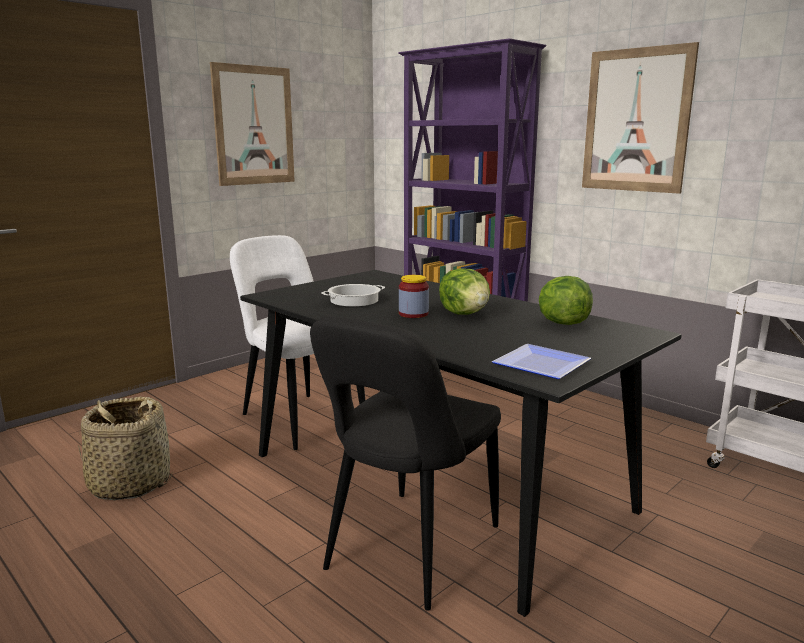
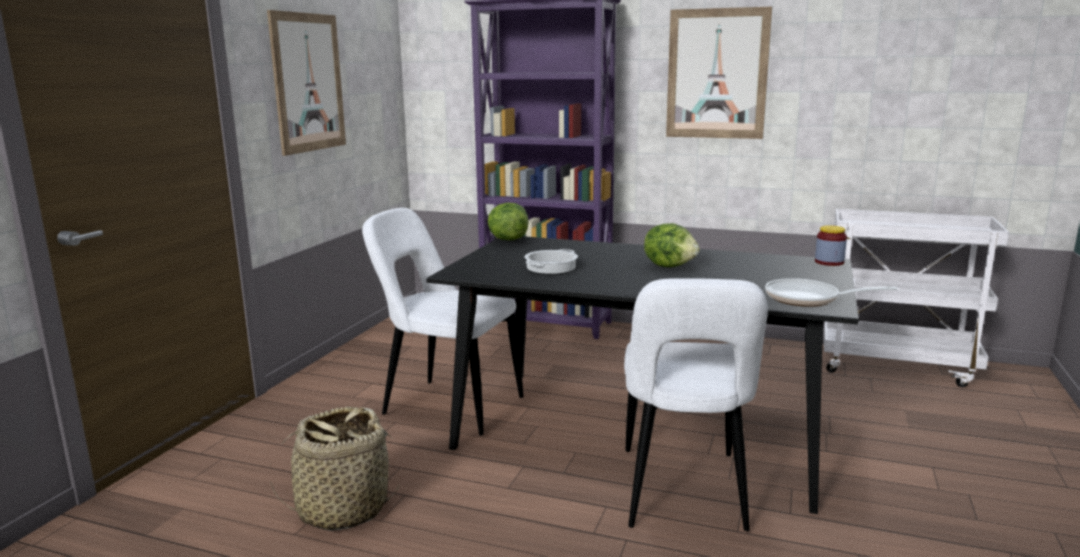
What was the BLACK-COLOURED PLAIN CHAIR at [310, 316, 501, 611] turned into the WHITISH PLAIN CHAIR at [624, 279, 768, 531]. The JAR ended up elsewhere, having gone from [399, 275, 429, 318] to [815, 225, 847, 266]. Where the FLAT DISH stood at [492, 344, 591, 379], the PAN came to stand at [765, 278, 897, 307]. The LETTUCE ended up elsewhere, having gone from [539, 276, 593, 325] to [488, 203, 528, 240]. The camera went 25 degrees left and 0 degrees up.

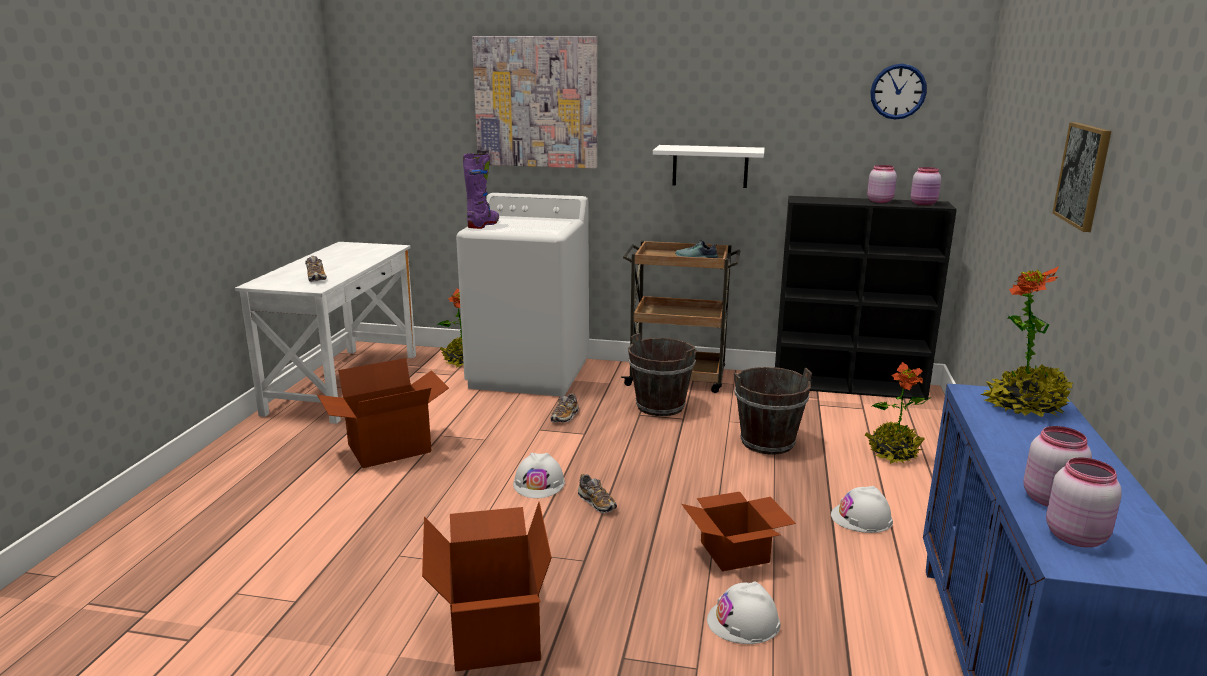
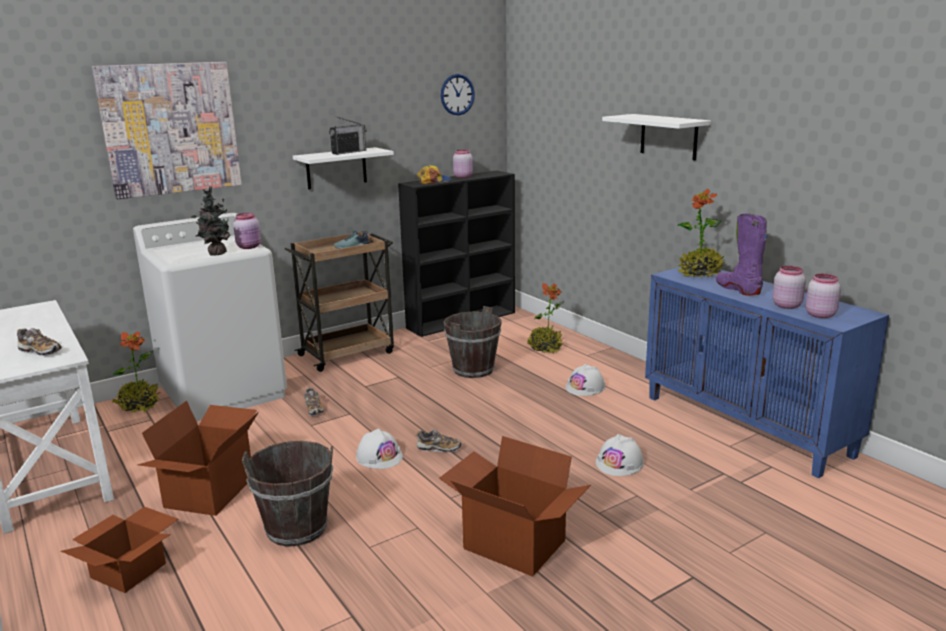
The PURPLISH TALL BOOT ended up elsewhere, having gone from [463, 153, 499, 229] to [716, 213, 768, 296]. The BROWNISH WATER BUCKET ended up elsewhere, having gone from [628, 333, 697, 416] to [242, 441, 333, 547]. The CARDBOARD BOX ended up elsewhere, having gone from [682, 492, 796, 571] to [61, 507, 178, 593]. The PINKISH JAR ended up elsewhere, having gone from [911, 167, 941, 205] to [233, 213, 261, 249]. Where the WALL PICTURE hung at [1052, 122, 1111, 232], the WHITISH BRACKET SHELF came to hang at [602, 114, 711, 160]. The second view gained the HOUSEPLANT at [190, 186, 233, 256]. The second view gained the RADIO SET at [329, 116, 367, 155]. The second view gained the PEAKED CAP at [417, 165, 451, 184]. The camera went 45 degrees left and 0 degrees up.

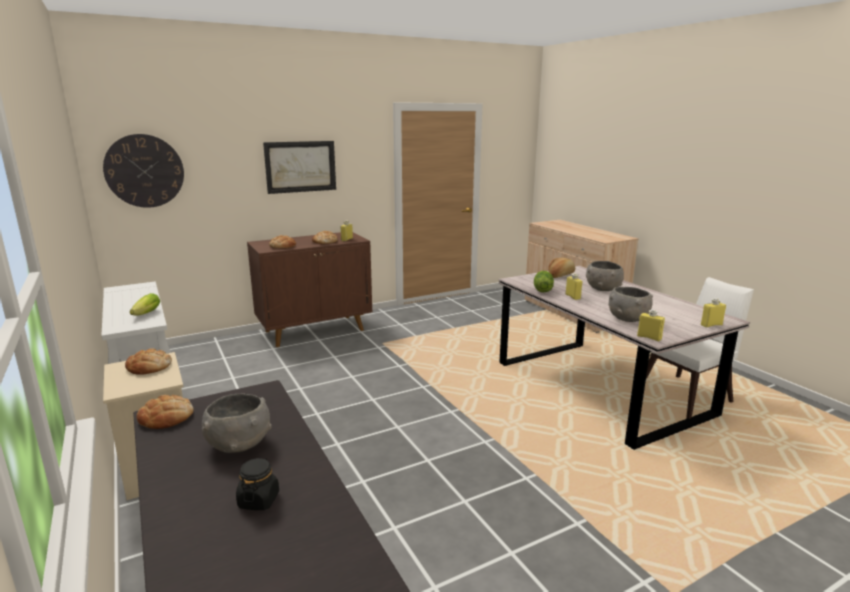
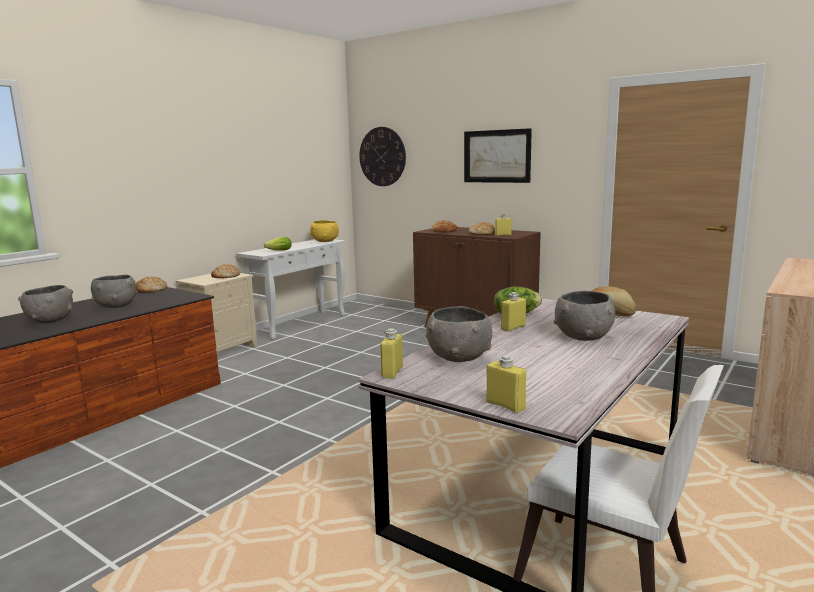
Where the BLACK-COLOURED JAR stood at [236, 458, 279, 510], the GRAY SERVING BOWL came to stand at [18, 285, 73, 323]. The second view gained the YELLOW SERVING BOWL at [310, 220, 339, 242]. The camera went 65 degrees right and 5 degrees down.

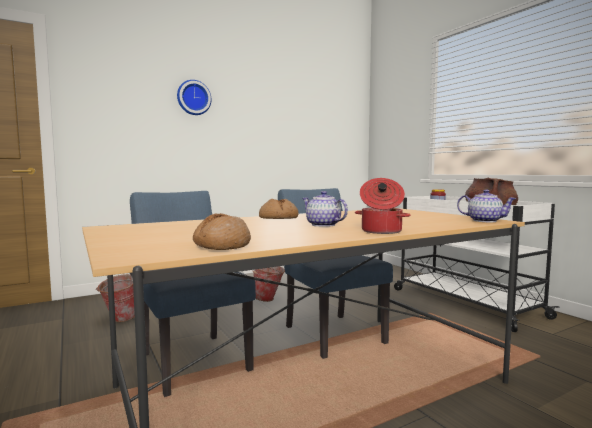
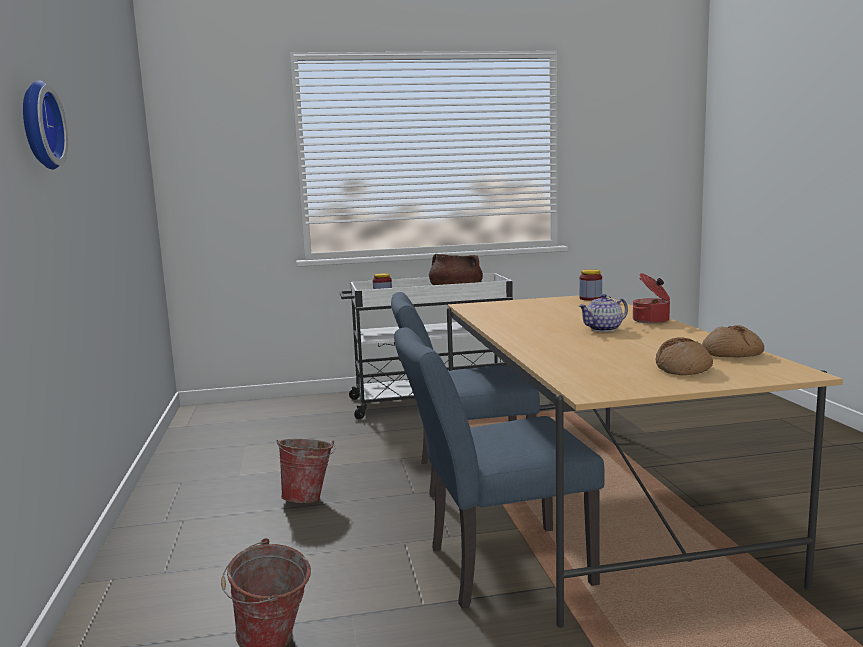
The BREAD ended up elsewhere, having gone from [259, 199, 299, 219] to [656, 338, 713, 375]. Where the TEA POT stood at [457, 189, 517, 222], the JAR came to stand at [579, 269, 602, 300]. The camera went 70 degrees left and 5 degrees up.

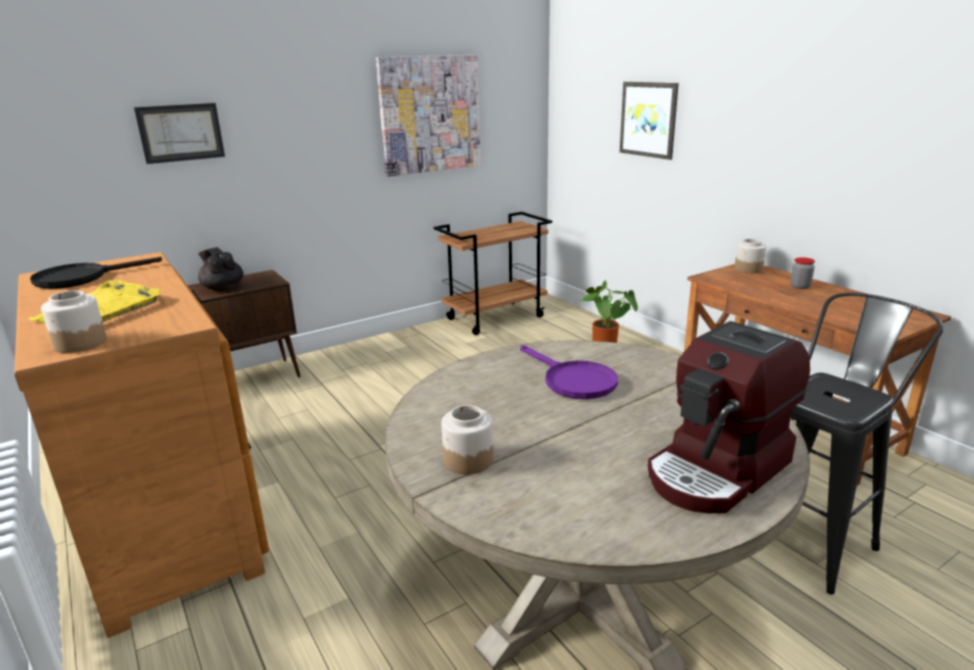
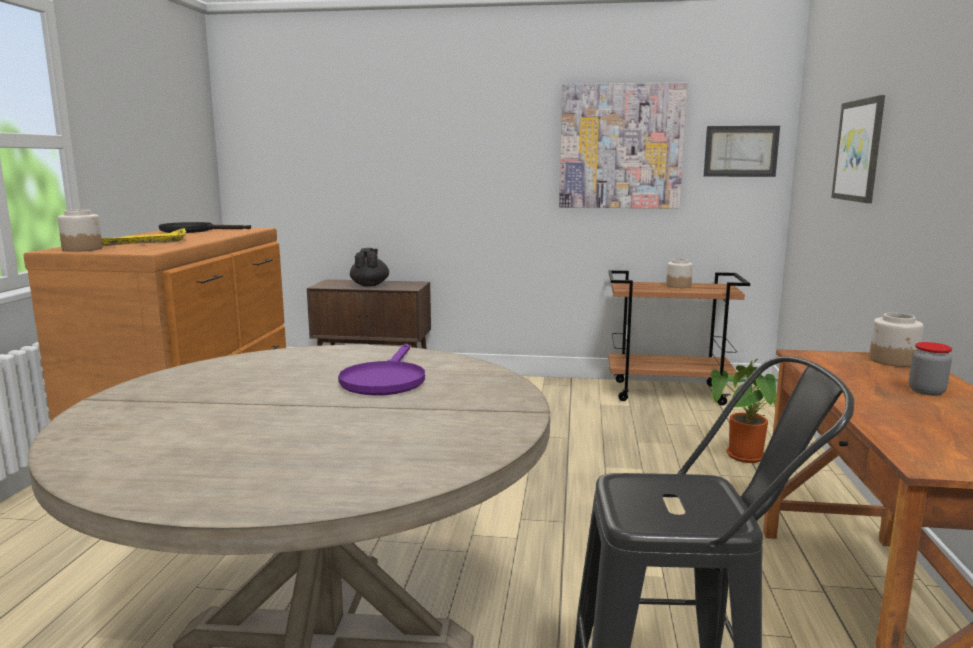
The WALL PICTURE ended up elsewhere, having gone from [134, 103, 225, 164] to [704, 126, 780, 177]. The JAR ended up elsewhere, having gone from [441, 405, 493, 474] to [666, 259, 693, 288]. The second view lost the COFFEE MAKER at [648, 321, 810, 513]. The camera went 40 degrees right and 10 degrees down.

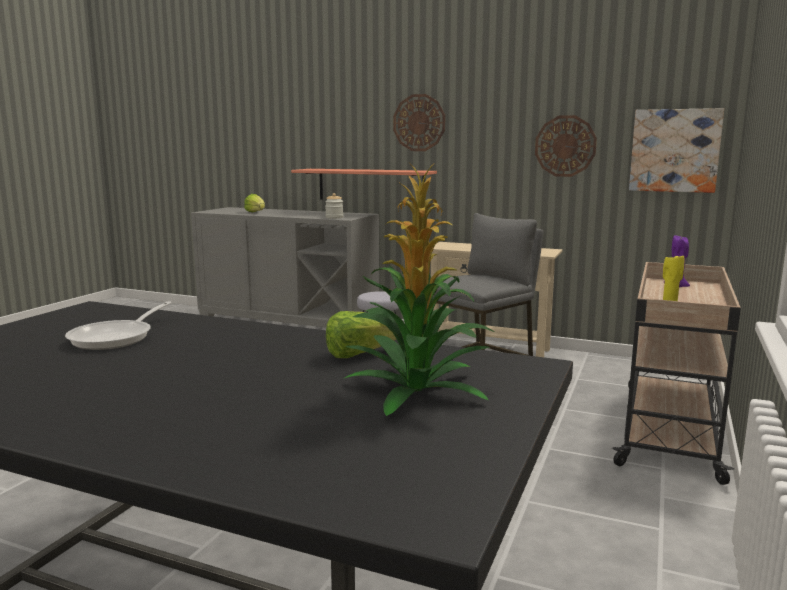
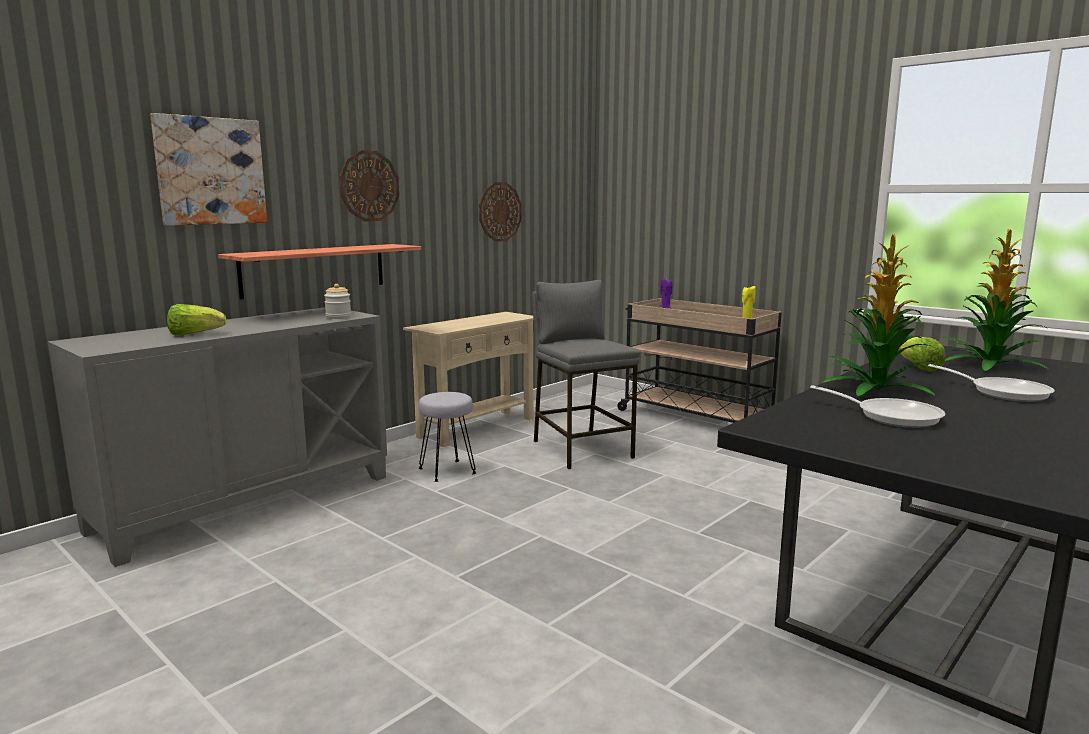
The WALL PICTURE ended up elsewhere, having gone from [629, 108, 724, 193] to [150, 113, 267, 226]. The second view gained the HOUSEPLANT at [822, 233, 938, 396]. The second view gained the PAN at [928, 364, 1055, 402]. The camera went 70 degrees left and 0 degrees up.

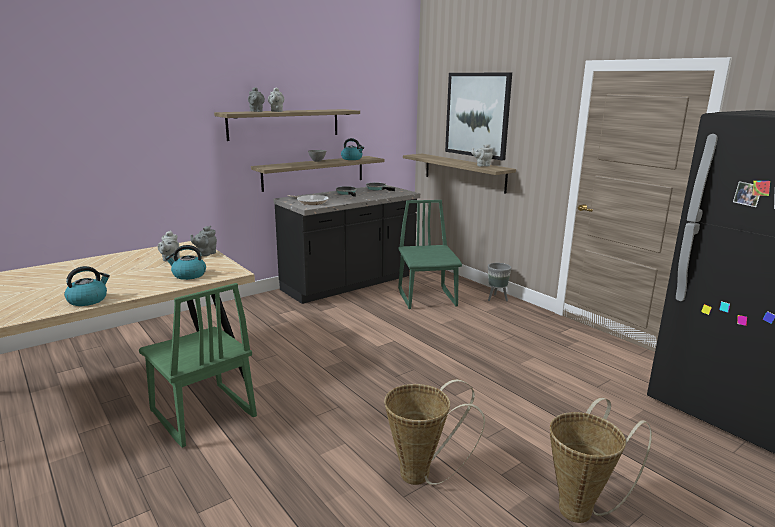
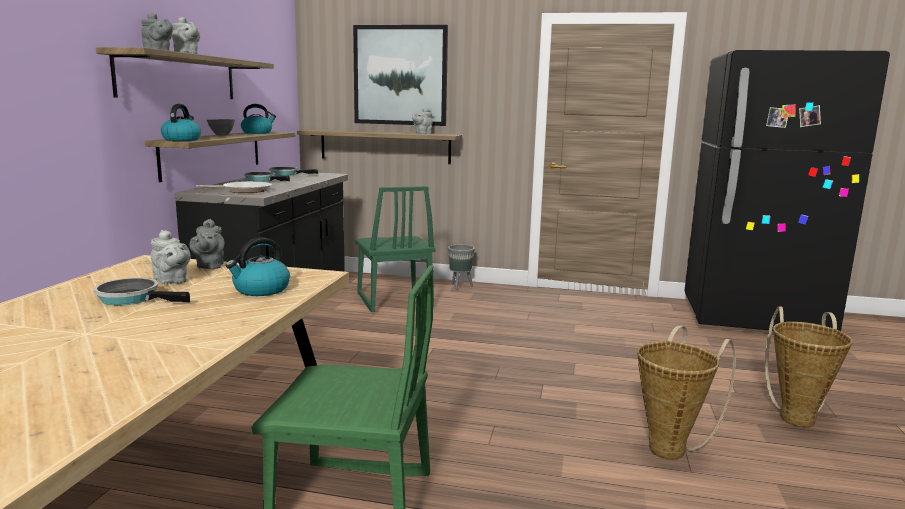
The WATER KETTLE ended up elsewhere, having gone from [64, 266, 110, 306] to [161, 104, 201, 141]. The GREEN PLAIN CHAIR at [398, 200, 462, 309] ended up facing another way, 150 degrees counterclockwise from before. The second view gained the PAN at [93, 278, 190, 305]. The camera went 40 degrees left and 5 degrees down.

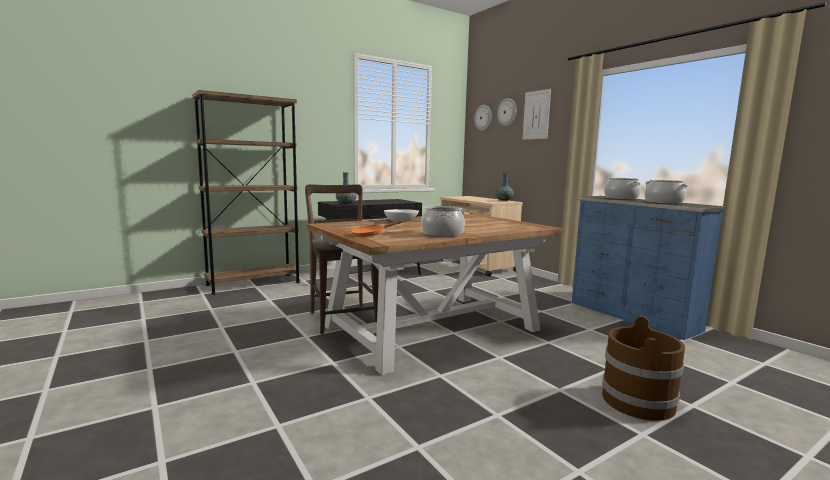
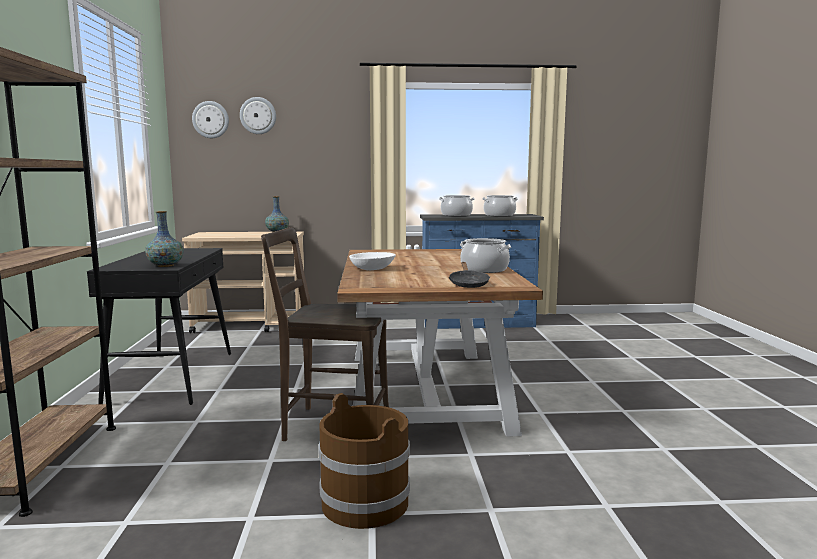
What was the ORANGEY PAN at [351, 220, 402, 237] turned into the BLACK-COLOURED PAN at [449, 262, 490, 288]. The second view lost the WALL PICTURE at [522, 89, 551, 140]. The BROWNISH WATER BUCKET ended up elsewhere, having gone from [602, 316, 685, 421] to [318, 393, 410, 529]. The camera went 60 degrees left and 0 degrees up.

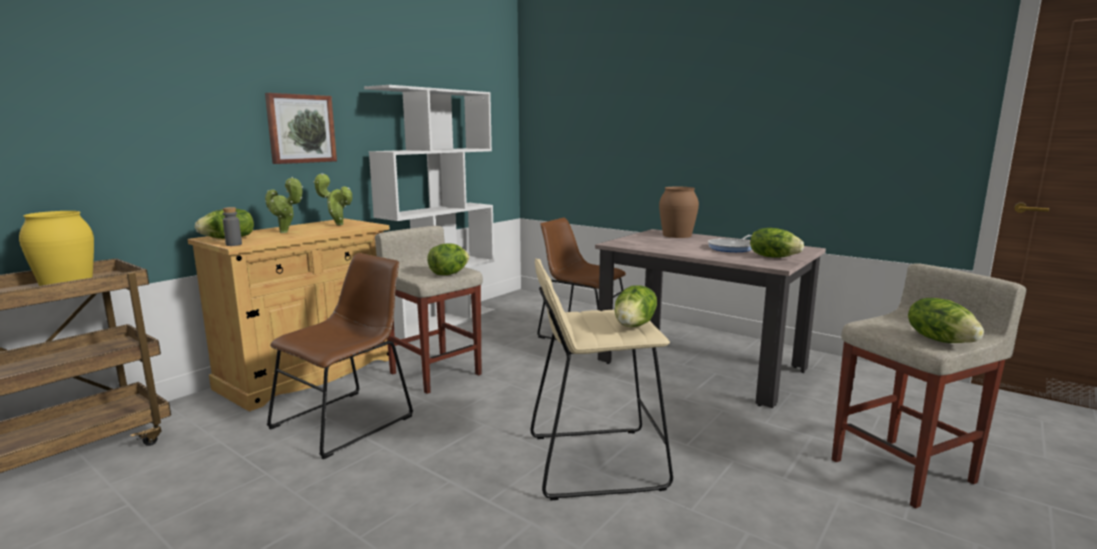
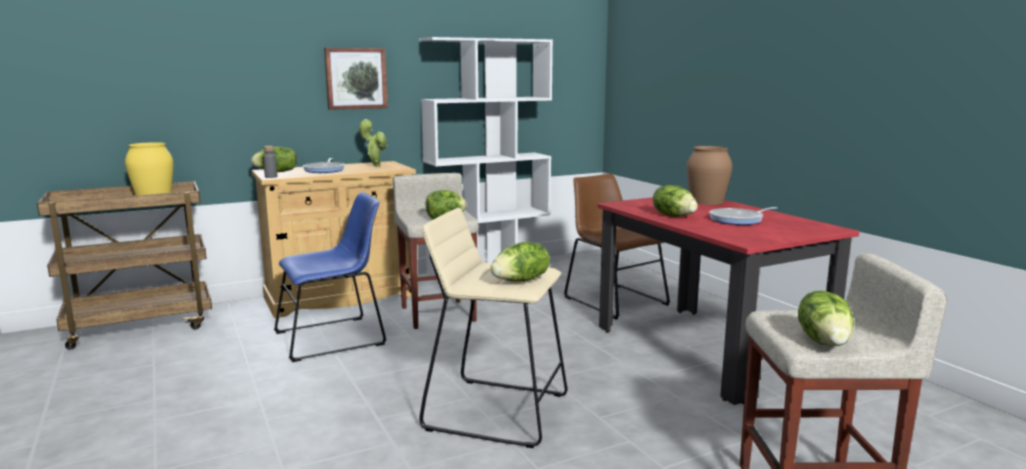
Where the HOUSEPLANT stood at [265, 177, 303, 233], the PAN came to stand at [303, 158, 345, 173]. What was the BROWNISH PLAIN CHAIR at [266, 253, 413, 460] turned into the BLUE-COLOURED PLAIN CHAIR at [274, 192, 386, 362]. What was the BEIGE-COLOURED DINING TABLE at [595, 229, 826, 408] turned into the REDDISH DINING TABLE at [597, 197, 859, 405]. The LETTUCE ended up elsewhere, having gone from [750, 228, 804, 258] to [653, 185, 698, 217]. The camera went 25 degrees right and 0 degrees up.

